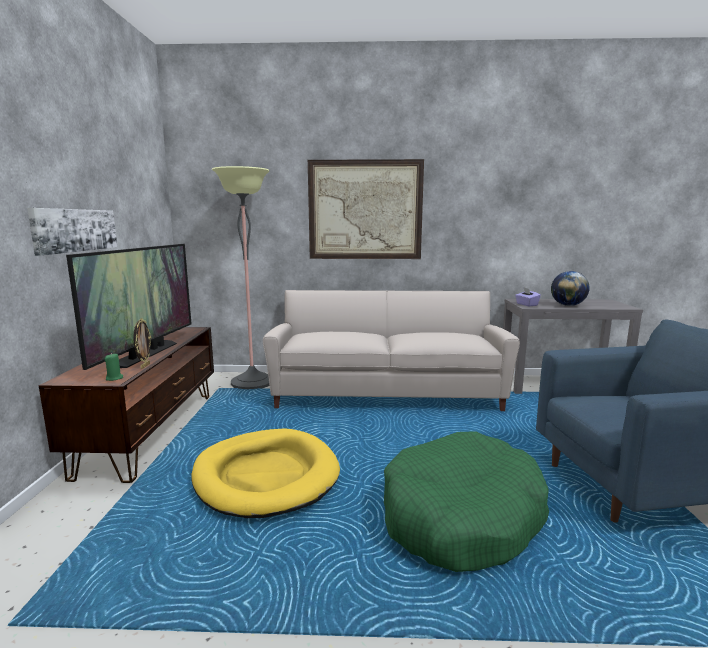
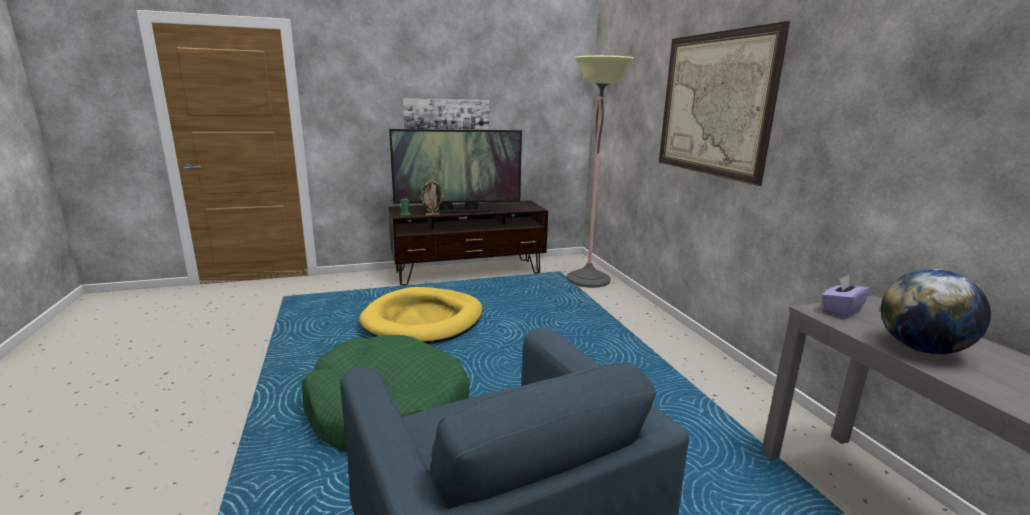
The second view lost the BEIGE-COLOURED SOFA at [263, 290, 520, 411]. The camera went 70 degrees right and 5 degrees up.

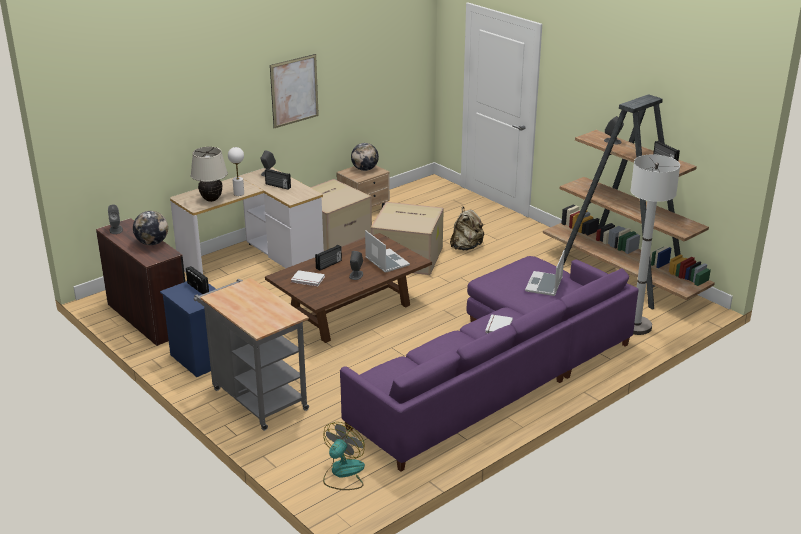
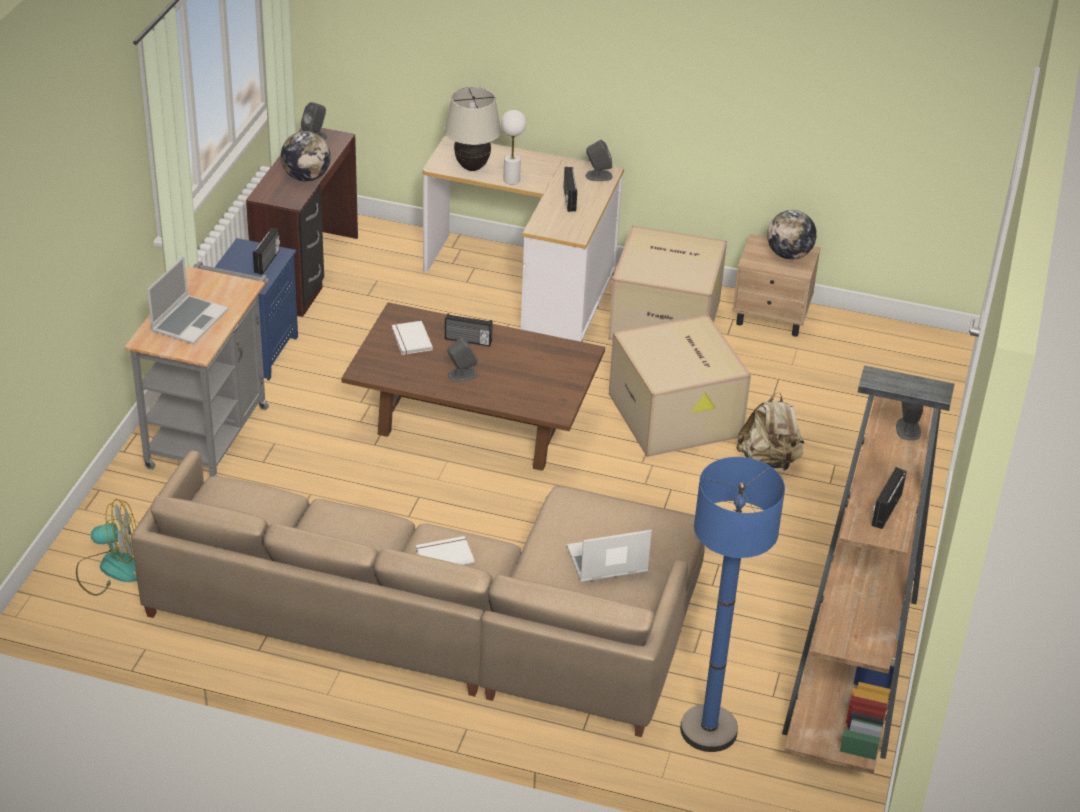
The second view lost the WALL PICTURE at [270, 54, 319, 128]. What was the PURPLISH SOFA at [340, 256, 639, 472] turned into the BEIGE-COLOURED SOFA at [131, 450, 705, 737]. The LAPTOP ended up elsewhere, having gone from [365, 230, 410, 273] to [147, 256, 228, 344]. What was the WHITISH FLOOR LAMP at [631, 154, 680, 335] turned into the BLUE-COLOURED FLOOR LAMP at [680, 457, 785, 752]. The camera went 55 degrees right and 10 degrees up.

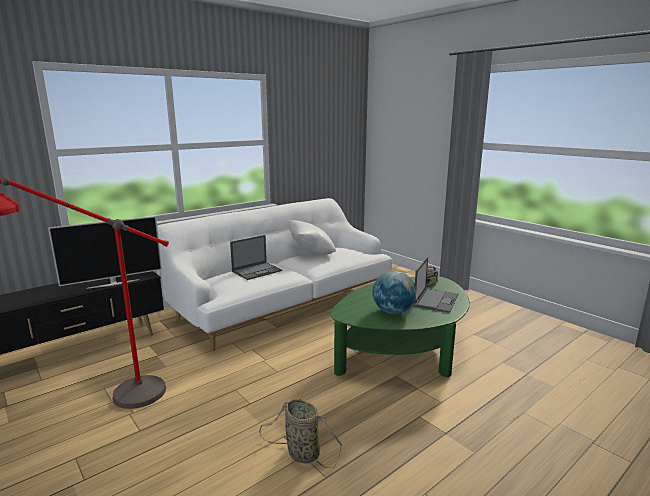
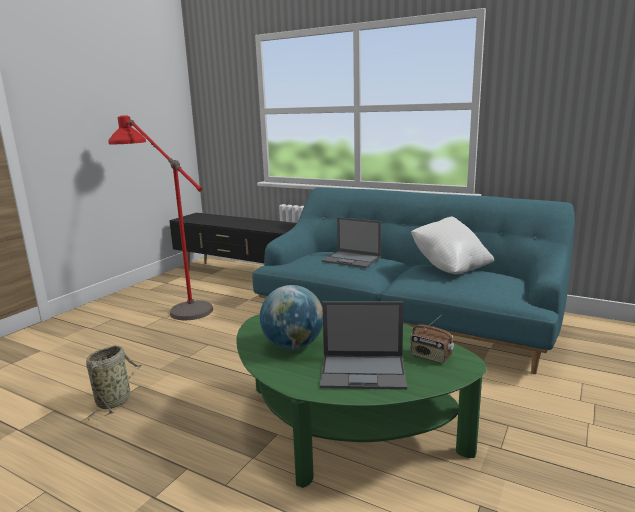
The second view lost the TV SET at [48, 216, 162, 289]. What was the WHITISH SOFA at [157, 198, 392, 351] turned into the BLUE-GREEN SOFA at [252, 187, 575, 374]. The camera went 70 degrees right and 0 degrees up.

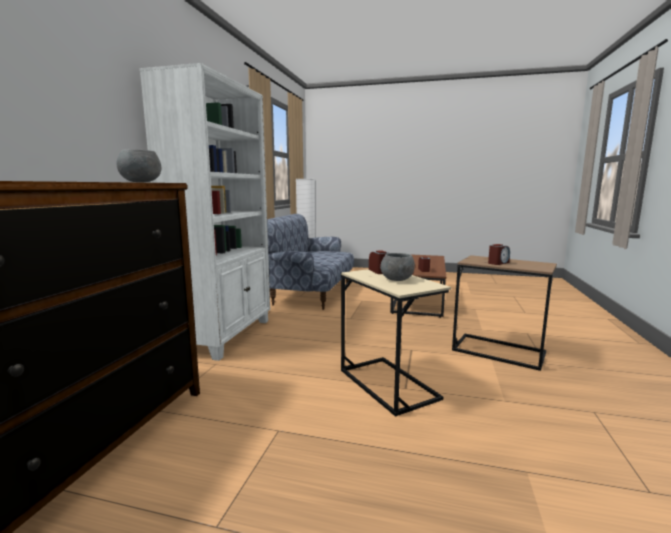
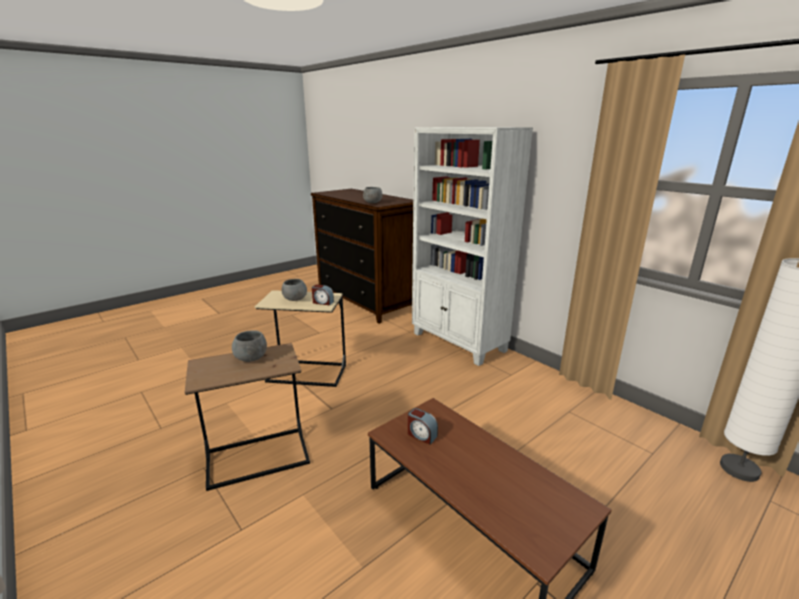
The second view lost the SOFA at [267, 214, 354, 310]. Where the TABLE CLOCK stood at [488, 244, 510, 265], the GRAY SERVING BOWL came to stand at [232, 330, 267, 362]. The camera went 125 degrees right and 10 degrees up.

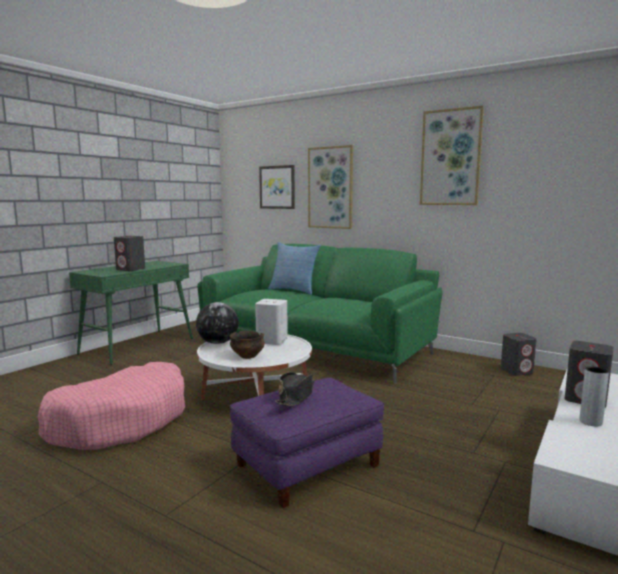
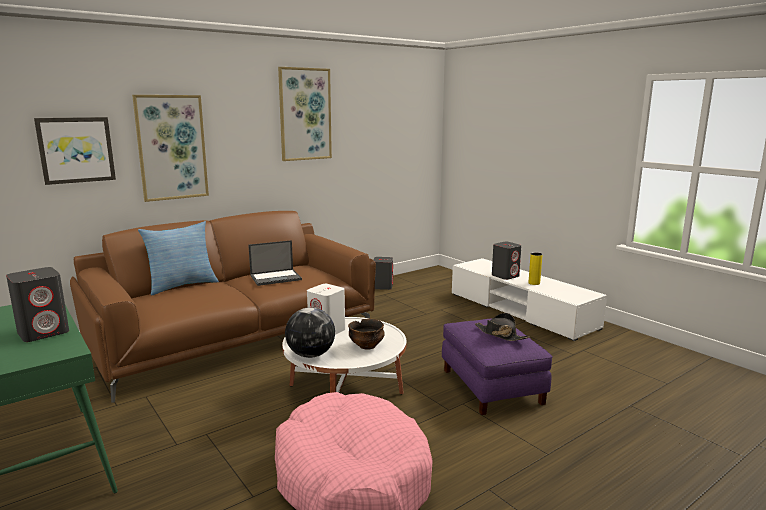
What was the GREEN SOFA at [197, 244, 443, 384] turned into the BROWNISH SOFA at [70, 211, 376, 403]. What was the GRAY DECORATIVE VASE at [579, 366, 609, 426] turned into the YELLOW DECORATIVE VASE at [528, 252, 542, 285]. The second view gained the LAPTOP at [248, 240, 302, 286]. The camera went 70 degrees left and 5 degrees up.

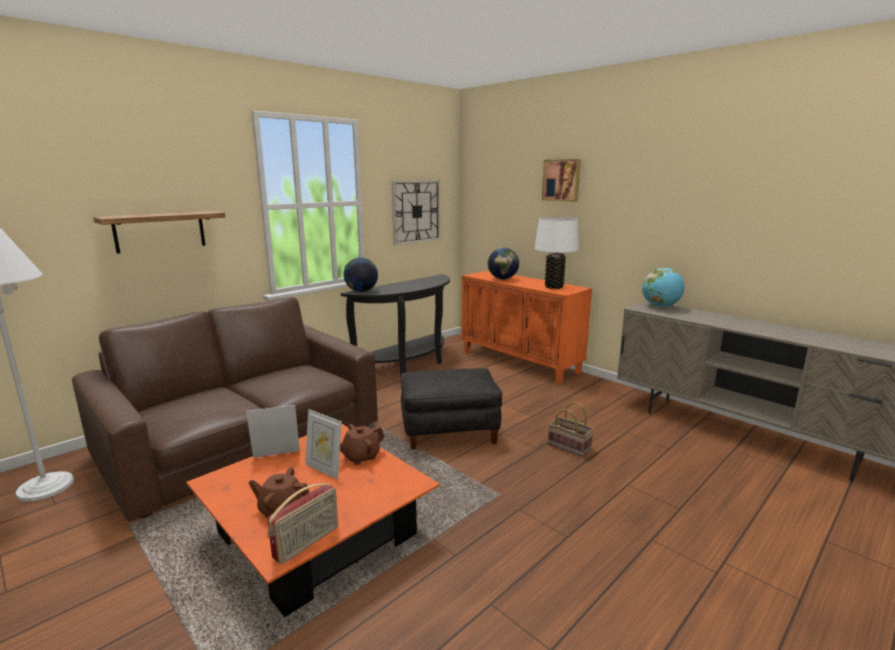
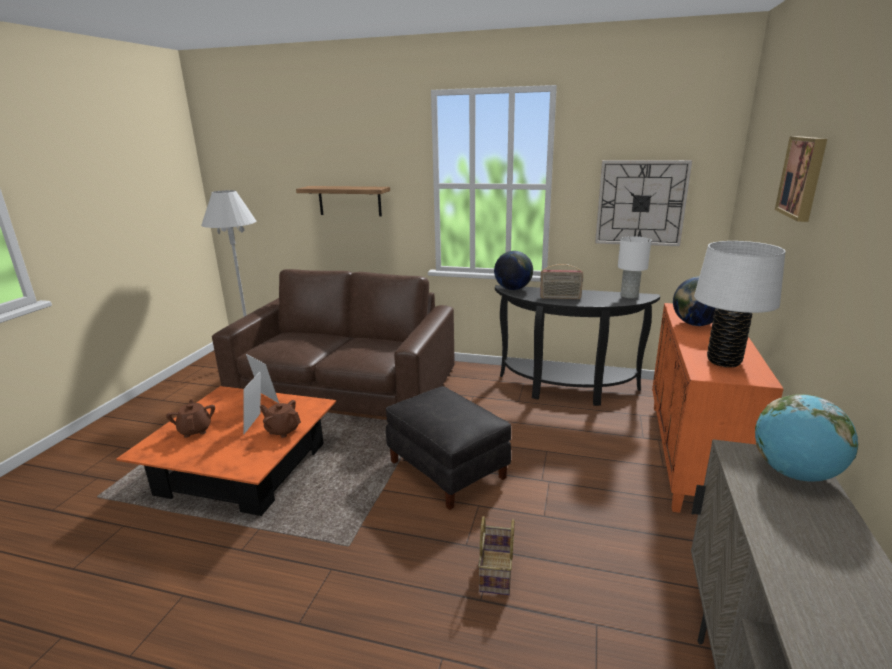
The RADIO SET ended up elsewhere, having gone from [267, 483, 338, 564] to [540, 264, 583, 299]. The second view gained the WHITISH TABLETOP LAMP at [618, 236, 651, 299]. The camera went 60 degrees right and 5 degrees up.

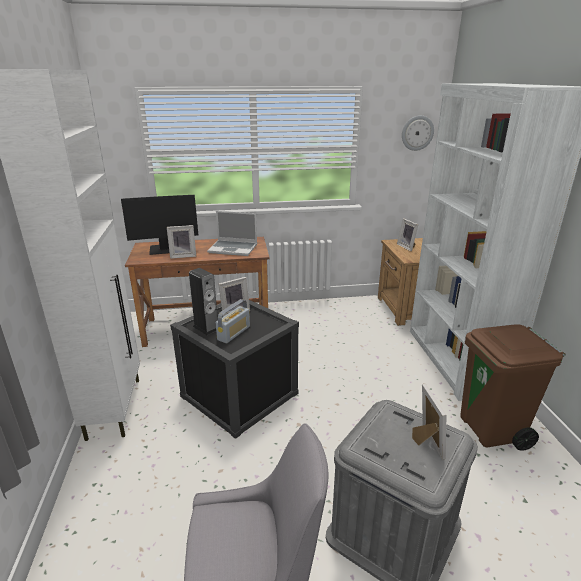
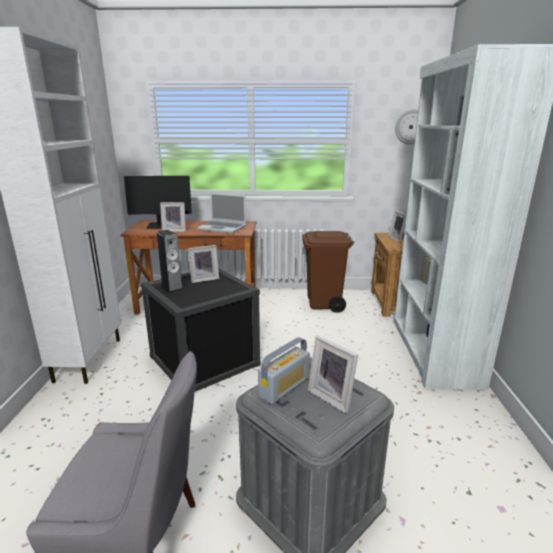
The RADIO SET ended up elsewhere, having gone from [216, 299, 250, 343] to [258, 337, 310, 404]. The PHOTO FRAME at [412, 384, 446, 460] ended up facing another way, 135 degrees clockwise from before. The BROWNISH TRASH CAN ended up elsewhere, having gone from [460, 324, 566, 451] to [302, 231, 354, 313]. The camera went 10 degrees right and 5 degrees down.

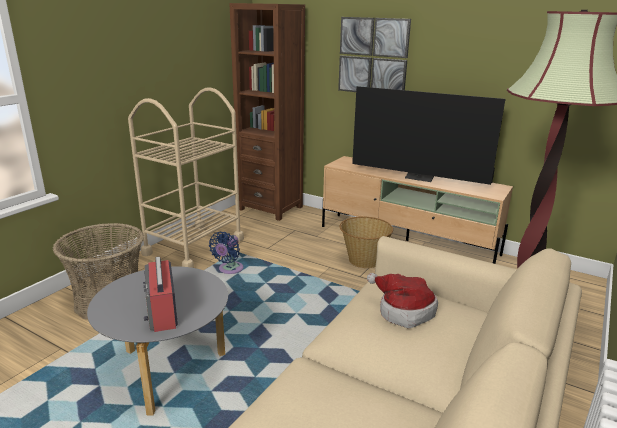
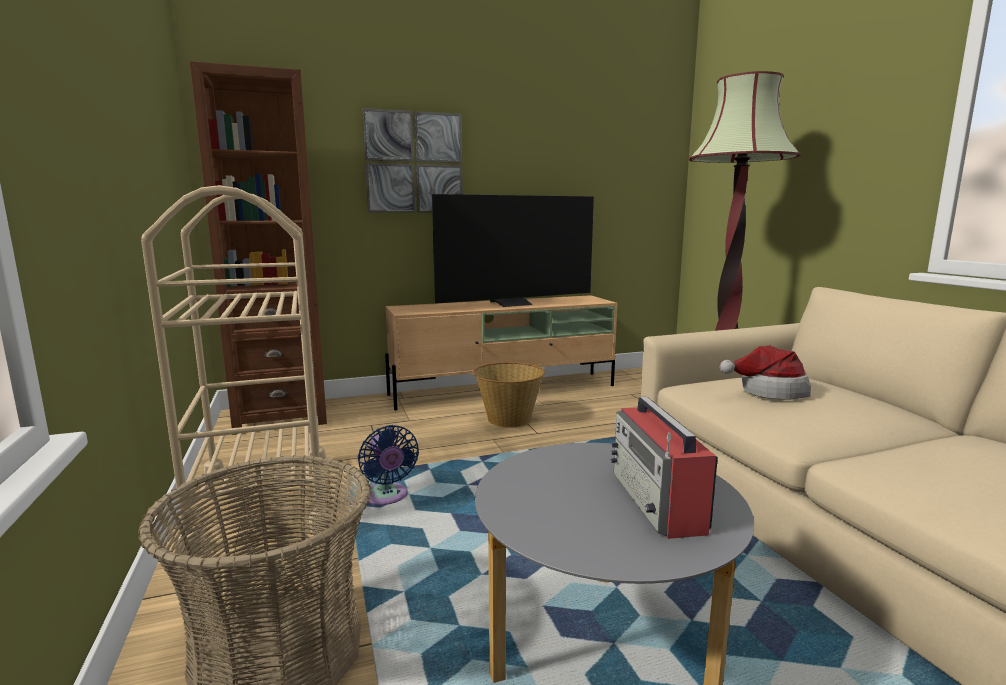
The RADIO SET at [143, 257, 178, 332] ended up facing another way, 60 degrees clockwise from before. The camera went 50 degrees left and 10 degrees down.

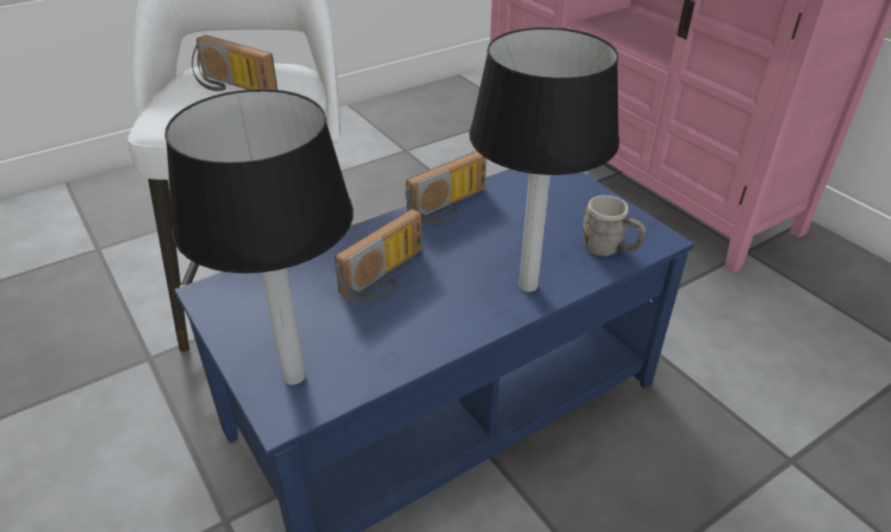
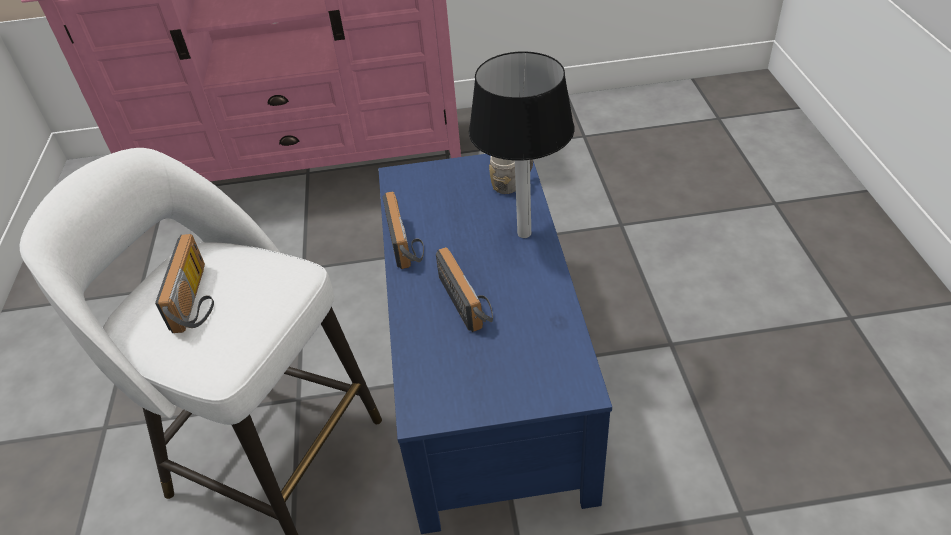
The second view lost the TABLETOP LAMP at [165, 89, 353, 385]. The RADIO SET at [192, 35, 278, 91] ended up facing another way, 60 degrees counterclockwise from before. The camera went 60 degrees left and 5 degrees up.

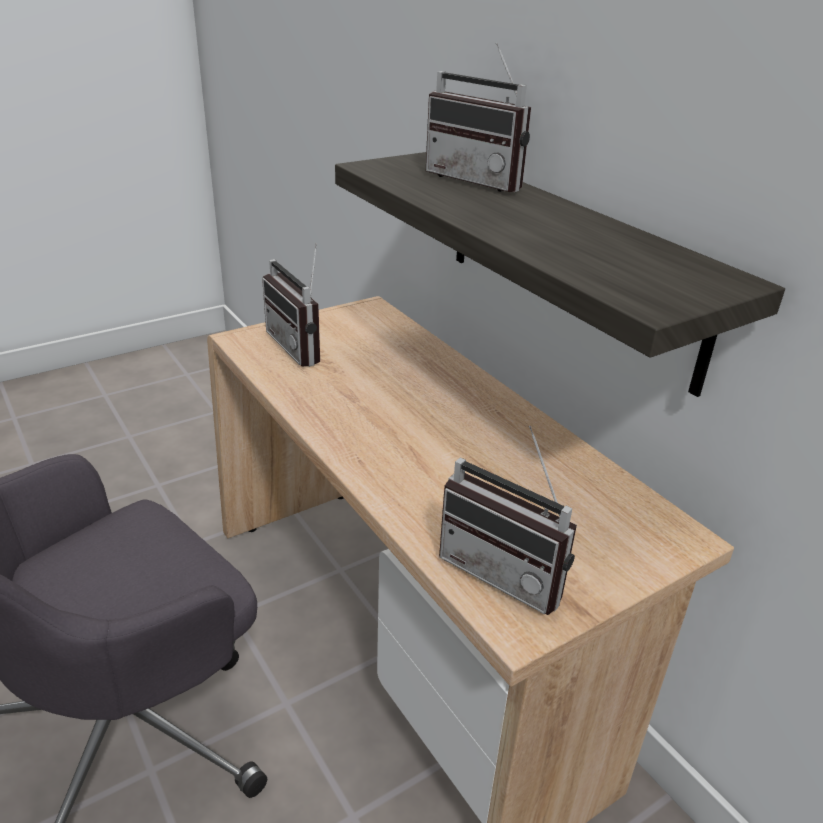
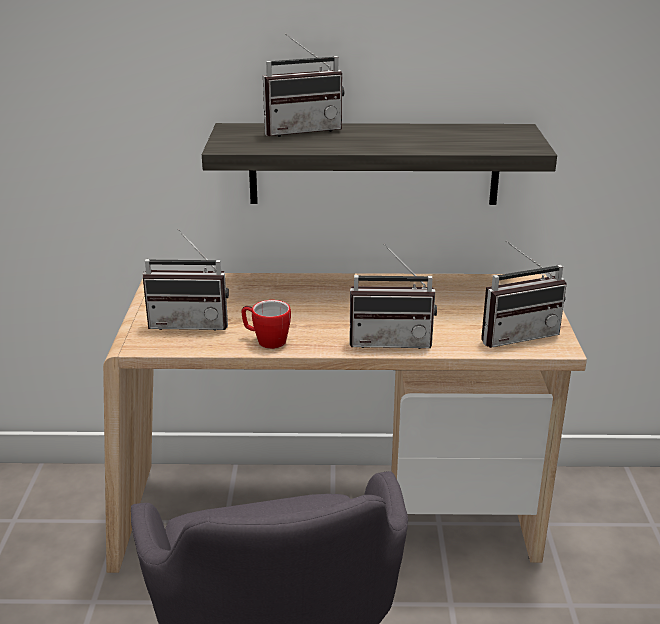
The second view gained the MUG at [241, 300, 291, 349]. The second view gained the RADIO SET at [349, 244, 437, 349]. The camera went 55 degrees left and 5 degrees down.

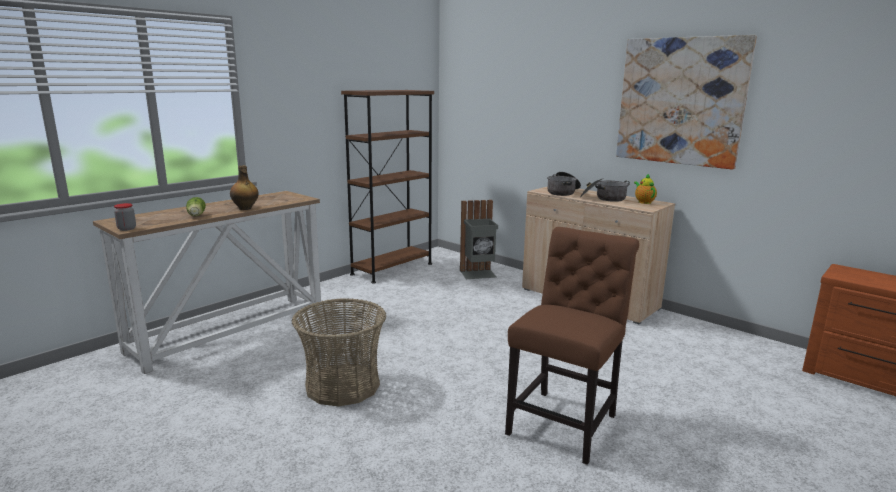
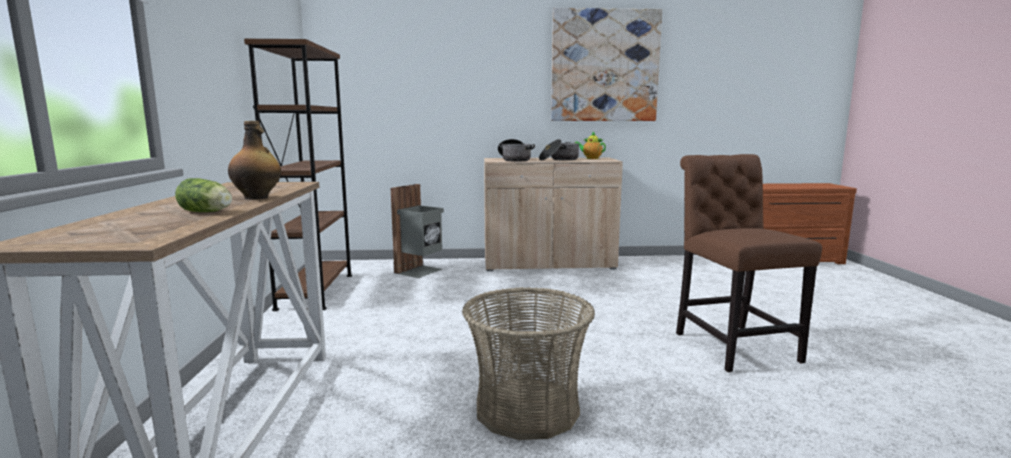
The second view lost the JAR at [114, 203, 136, 231]. The camera went 45 degrees left and 5 degrees down.

